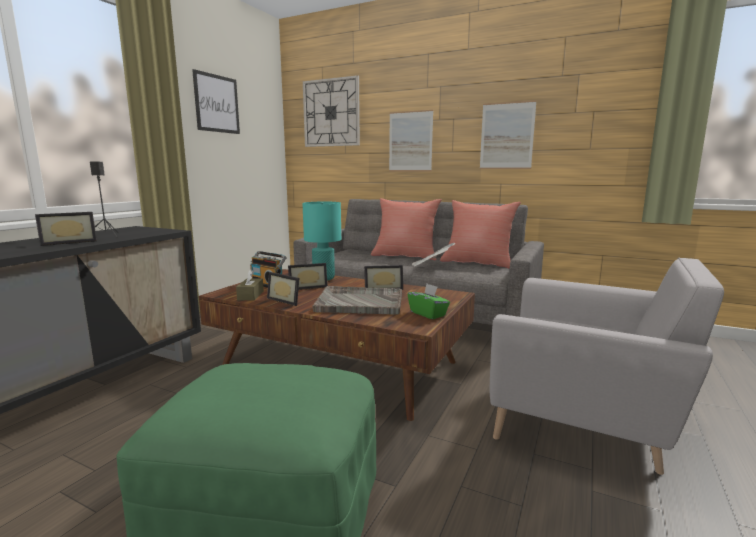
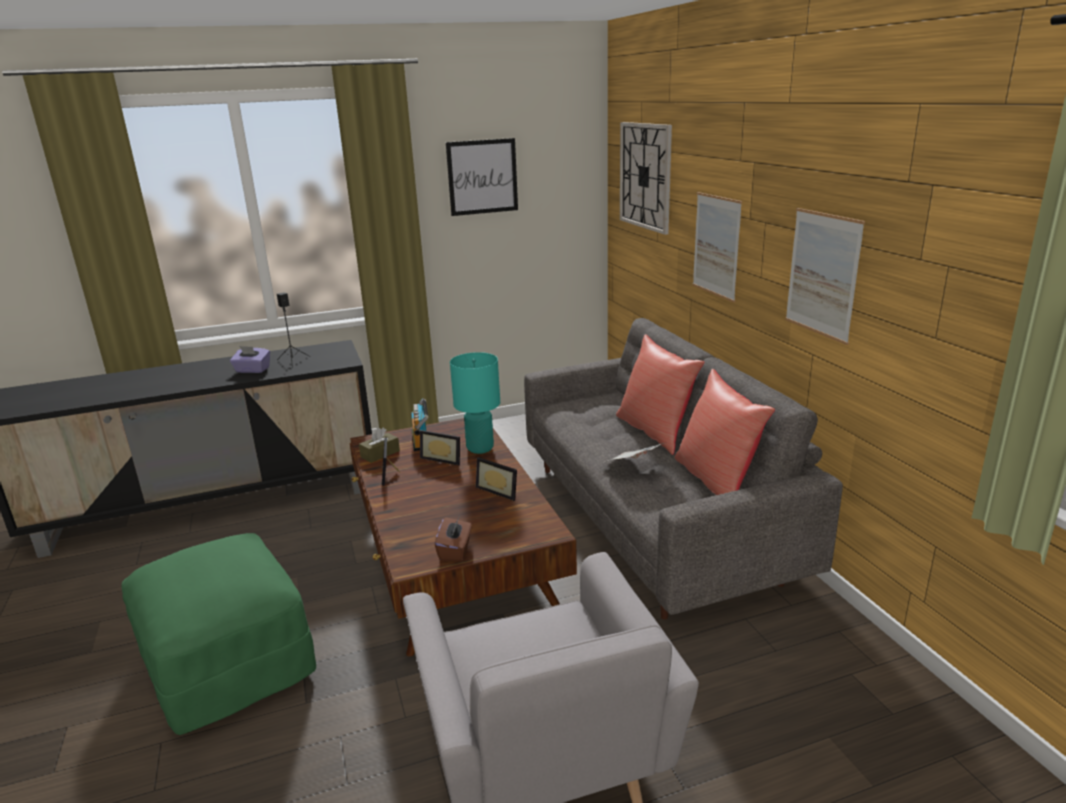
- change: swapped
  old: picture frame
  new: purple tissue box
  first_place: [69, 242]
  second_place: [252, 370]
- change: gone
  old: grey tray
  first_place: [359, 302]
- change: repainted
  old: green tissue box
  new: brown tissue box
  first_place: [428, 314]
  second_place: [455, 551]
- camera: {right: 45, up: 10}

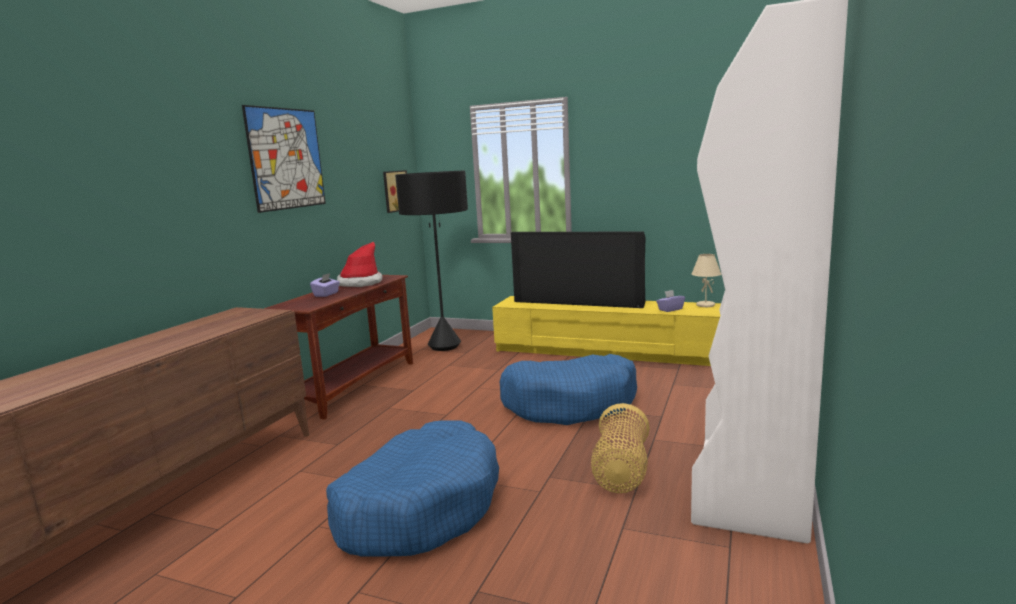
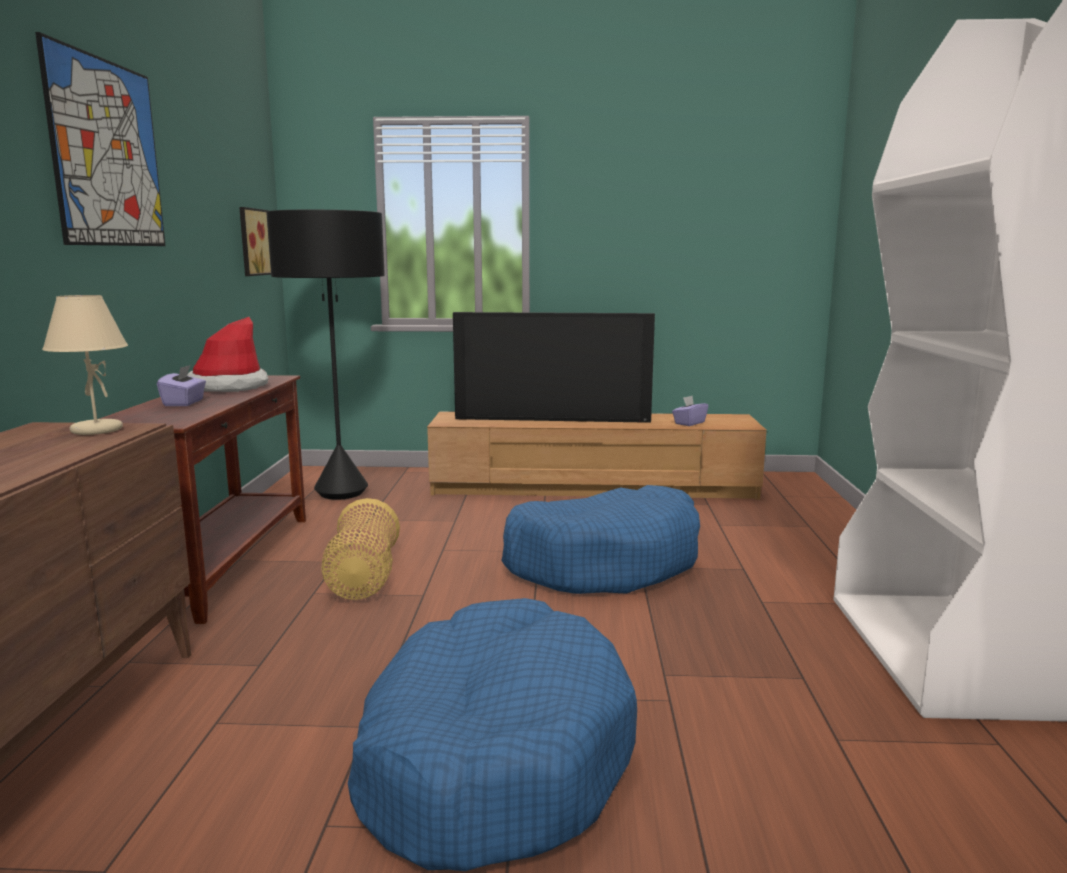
- change: repainted
  old: yellow tv stand
  new: brown tv stand
  first_place: [606, 351]
  second_place: [593, 487]
- change: shifted
  old: basket
  first_place: [621, 472]
  second_place: [363, 580]
- change: shifted
  old: beige table lamp
  first_place: [705, 305]
  second_place: [95, 430]
- camera: {right: -20, up: 0}

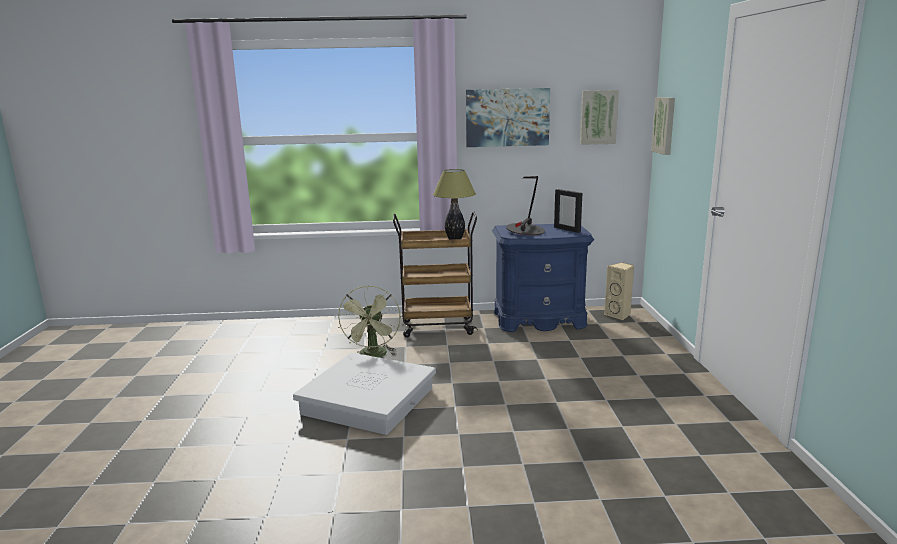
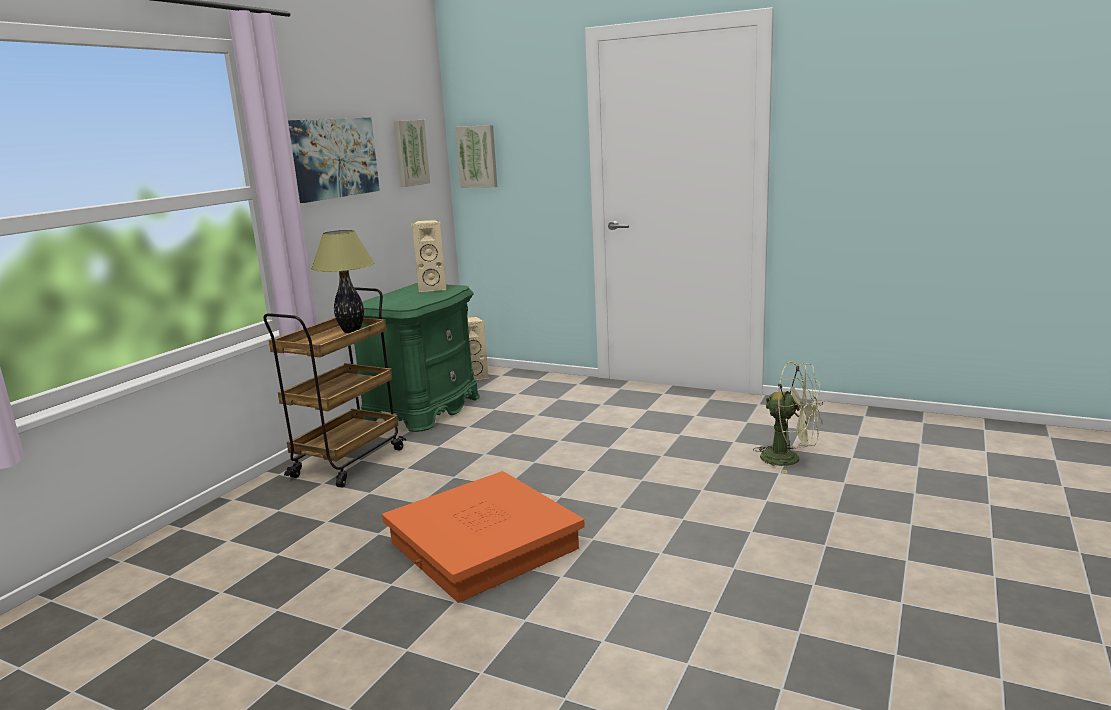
- change: repainted
  old: white storage box
  new: orange storage box
  first_place: [368, 400]
  second_place: [482, 545]
- change: shifted
  old: green fan
  first_place: [373, 356]
  second_place: [789, 459]
- change: repainted
  old: blue nightstand
  new: green nightstand
  first_place: [541, 320]
  second_place: [428, 409]
- change: gone
  old: table lamp
  first_place: [525, 231]
- change: swapped
  old: picture frame
  new: beige speaker
  first_place: [567, 229]
  second_place: [433, 288]
- camera: {right: -60, up: 0}

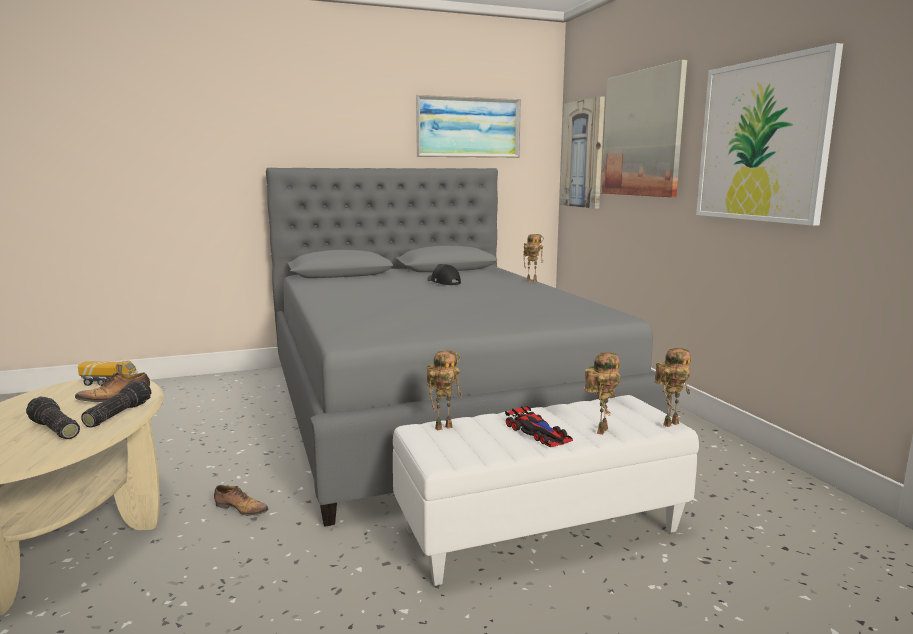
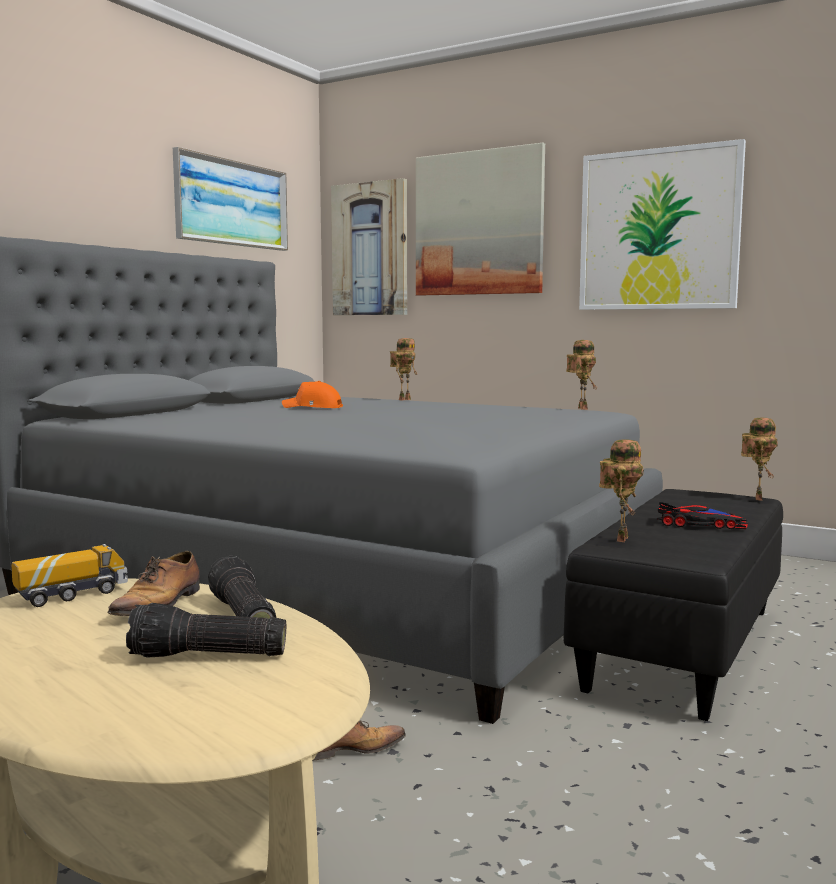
- change: repainted
  old: white ottoman
  new: black ottoman
  first_place: [540, 530]
  second_place: [680, 648]
- change: repainted
  old: black cap
  new: orange cap
  first_place: [443, 282]
  second_place: [312, 407]
- change: shifted
  old: toy robot
  first_place: [600, 430]
  second_place: [580, 408]
- camera: {right: -40, up: -5}

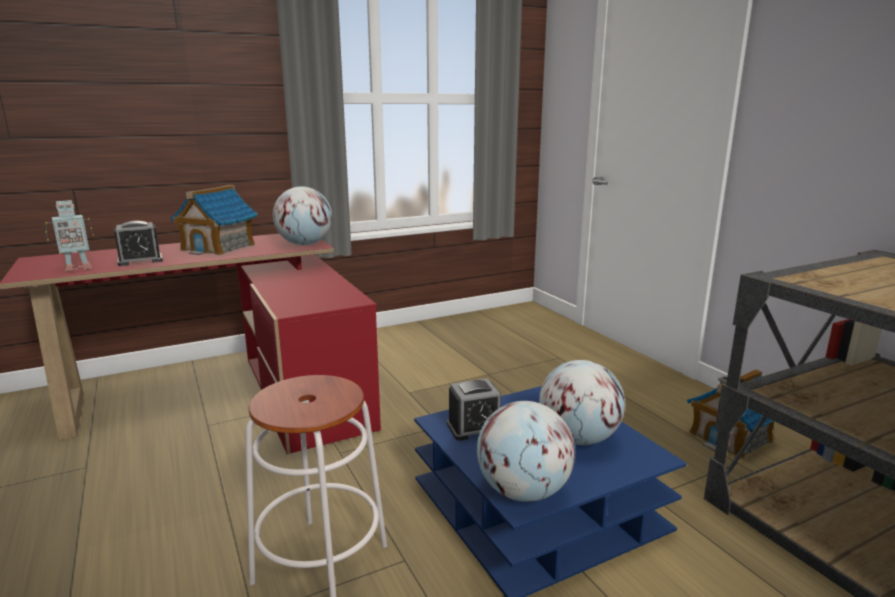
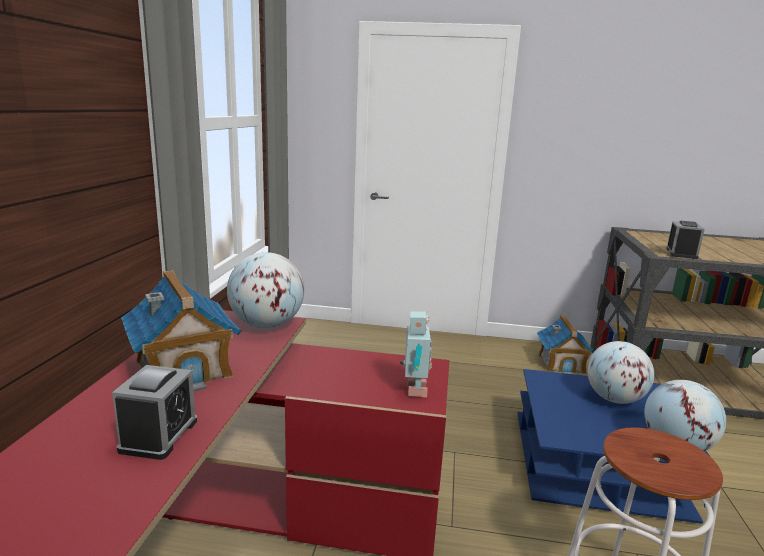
- change: shifted
  old: toy robot
  first_place: [77, 268]
  second_place: [414, 390]
- change: shifted
  old: alarm clock
  first_place: [474, 428]
  second_place: [681, 253]
- camera: {right: -55, up: 0}

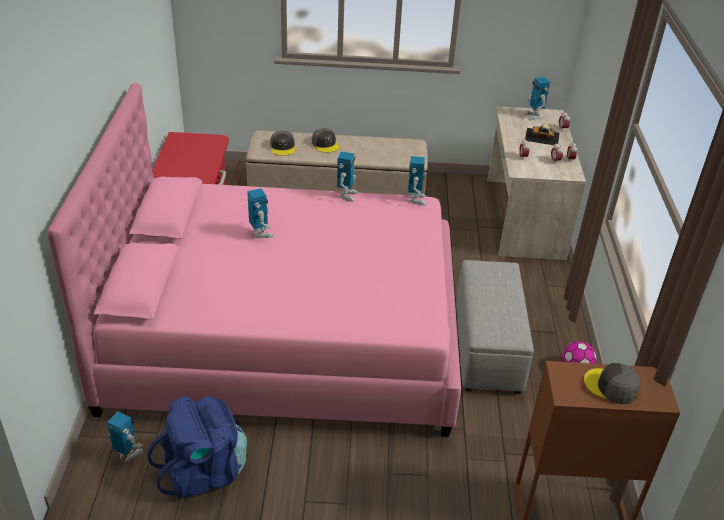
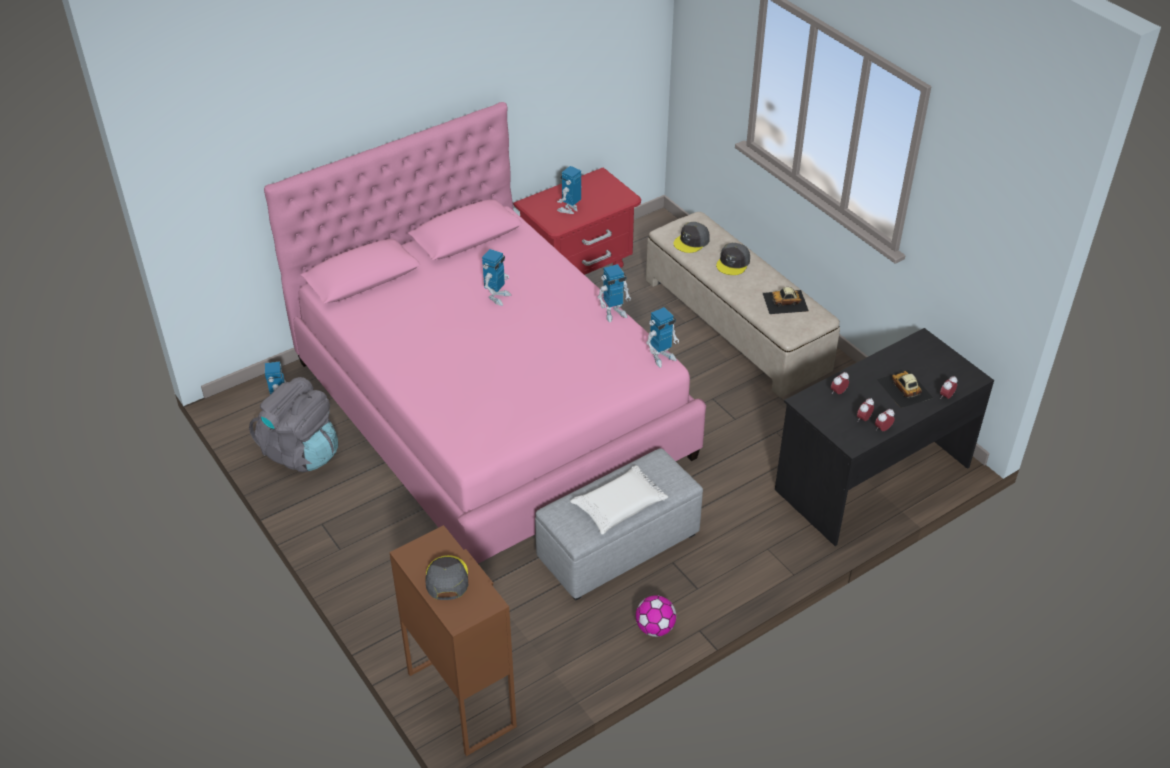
- change: repainted
  old: blue backpack
  new: grey backpack
  first_place: [204, 472]
  second_place: [301, 452]
- change: repainted
  old: beige desk
  new: black desk
  first_place: [523, 217]
  second_place: [871, 477]
- change: shifted
  old: toy robot
  first_place: [533, 116]
  second_place: [569, 209]
- change: new
  new: white pillow
  second_place: [619, 504]
- change: new
  new: toy car
  second_place: [785, 302]
- camera: {right: 55, up: 5}

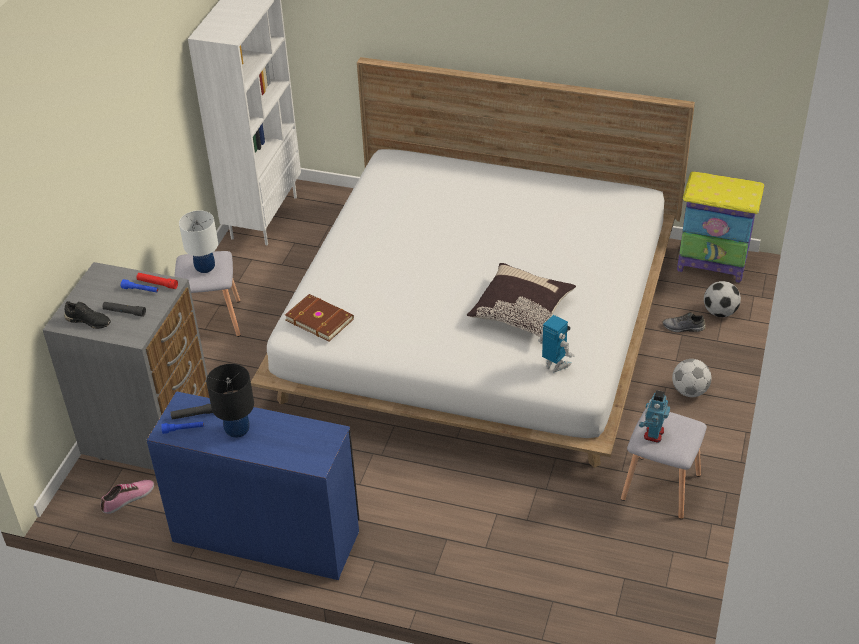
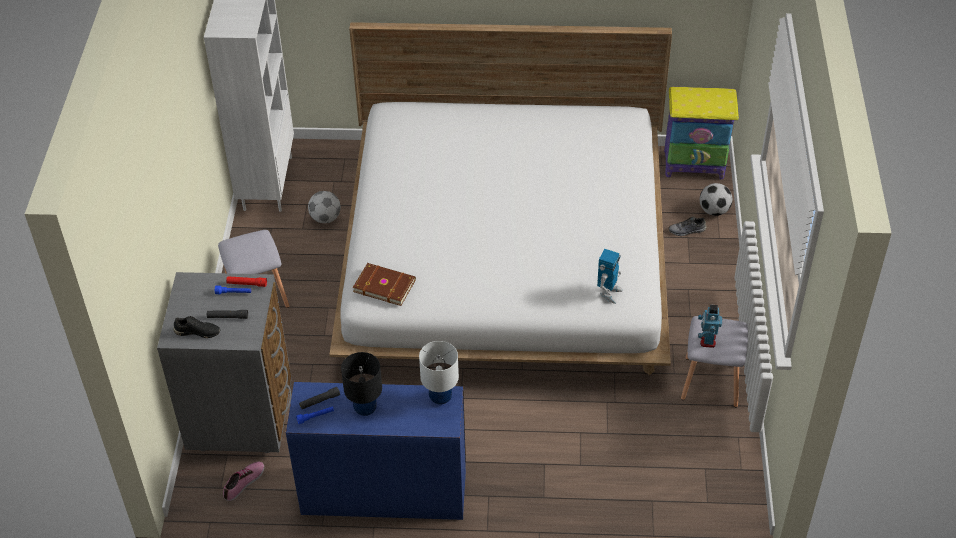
- change: shifted
  old: white table lamp
  first_place: [204, 269]
  second_place: [439, 398]
- change: gone
  old: pillow
  first_place: [521, 311]
- change: rotated
  old: toy robot
  first_place: [555, 365]
  second_place: [608, 293]
  degrees: 90
- change: shifted
  old: football
  first_place: [690, 391]
  second_place: [325, 218]
- camera: {right: -15, up: 5}

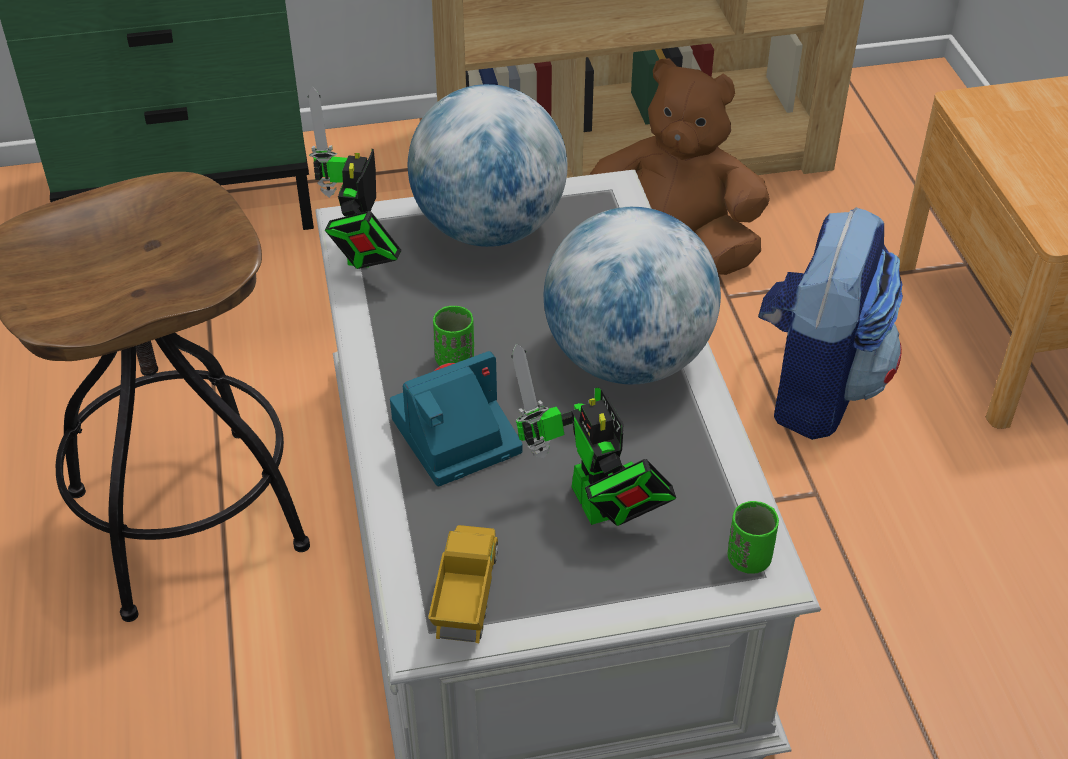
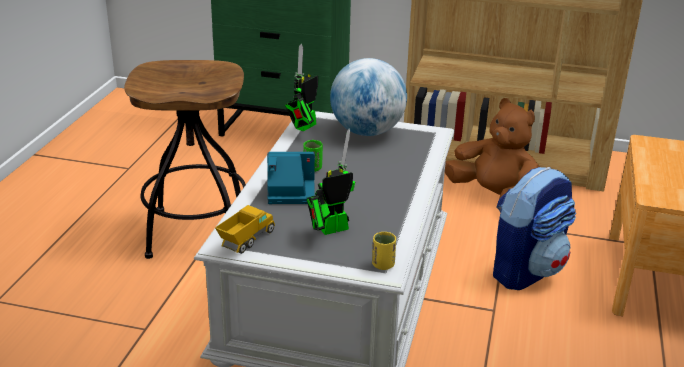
- change: rotated
  old: toy robot
  first_place: [597, 509]
  second_place: [329, 230]
  degrees: 60
- change: gone
  old: globe
  first_place: [627, 360]
- change: repainted
  old: green cup
  new: yellow cup
  first_place: [749, 559]
  second_place: [383, 265]
- camera: {right: 25, up: -15}

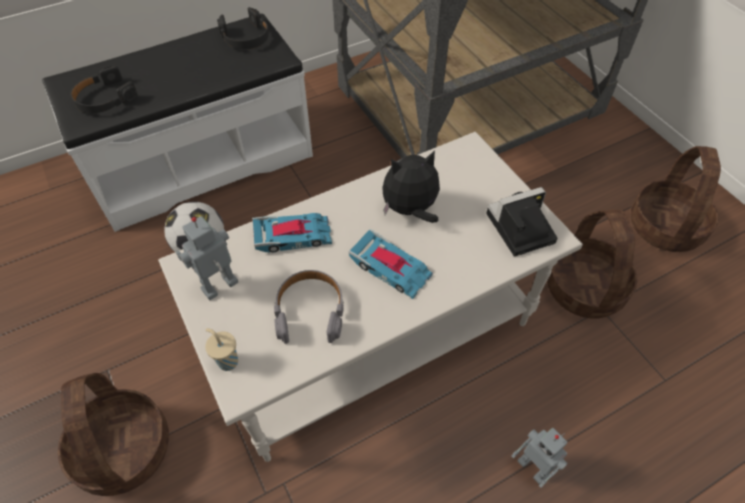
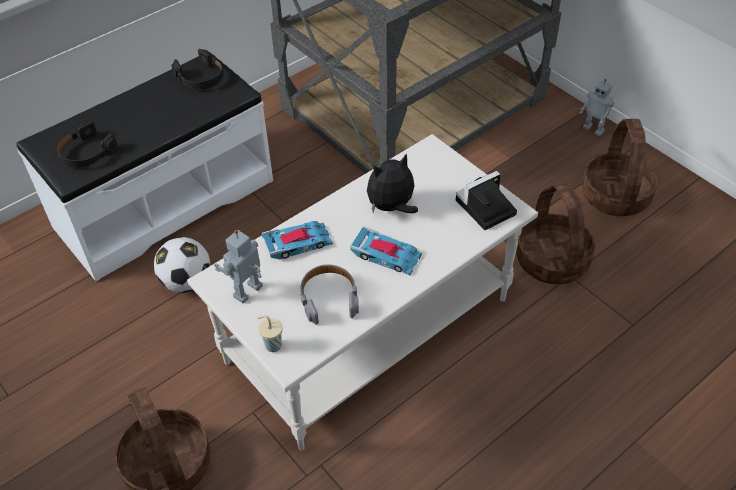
- change: shifted
  old: toy robot
  first_place: [534, 467]
  second_place: [594, 129]
- camera: {right: -10, up: -5}

